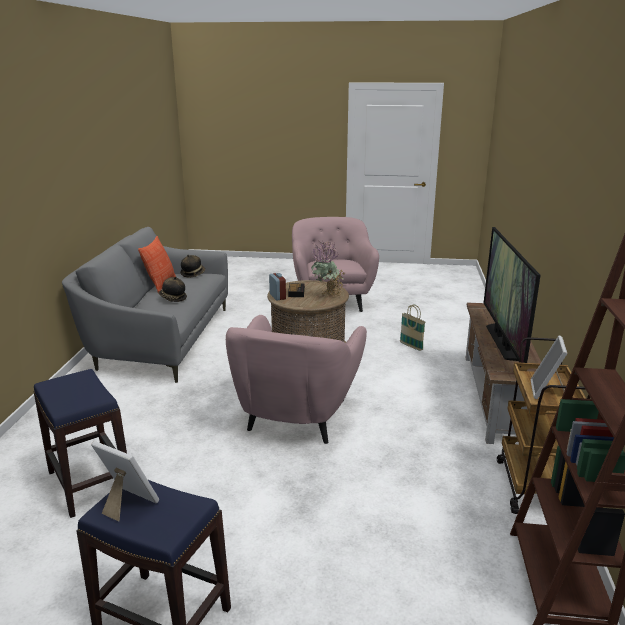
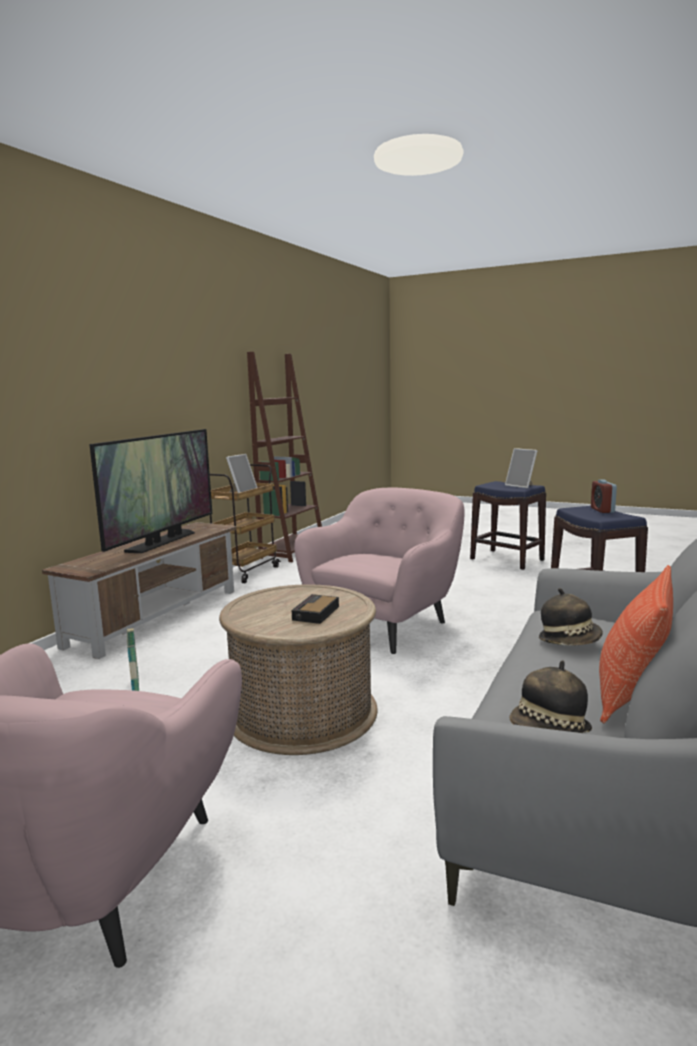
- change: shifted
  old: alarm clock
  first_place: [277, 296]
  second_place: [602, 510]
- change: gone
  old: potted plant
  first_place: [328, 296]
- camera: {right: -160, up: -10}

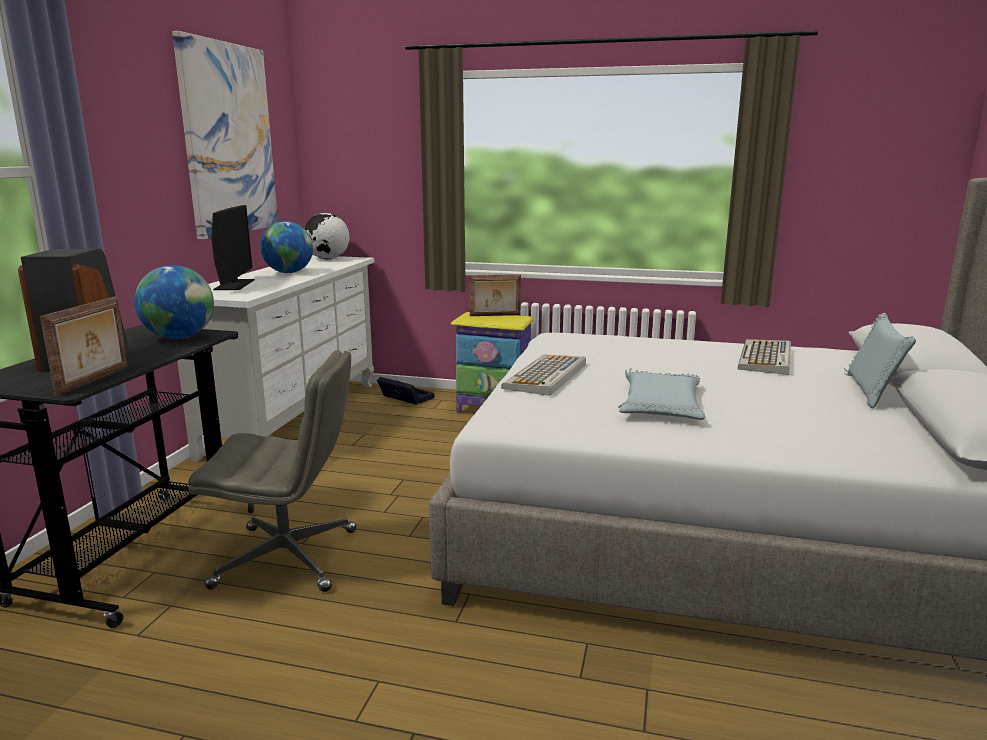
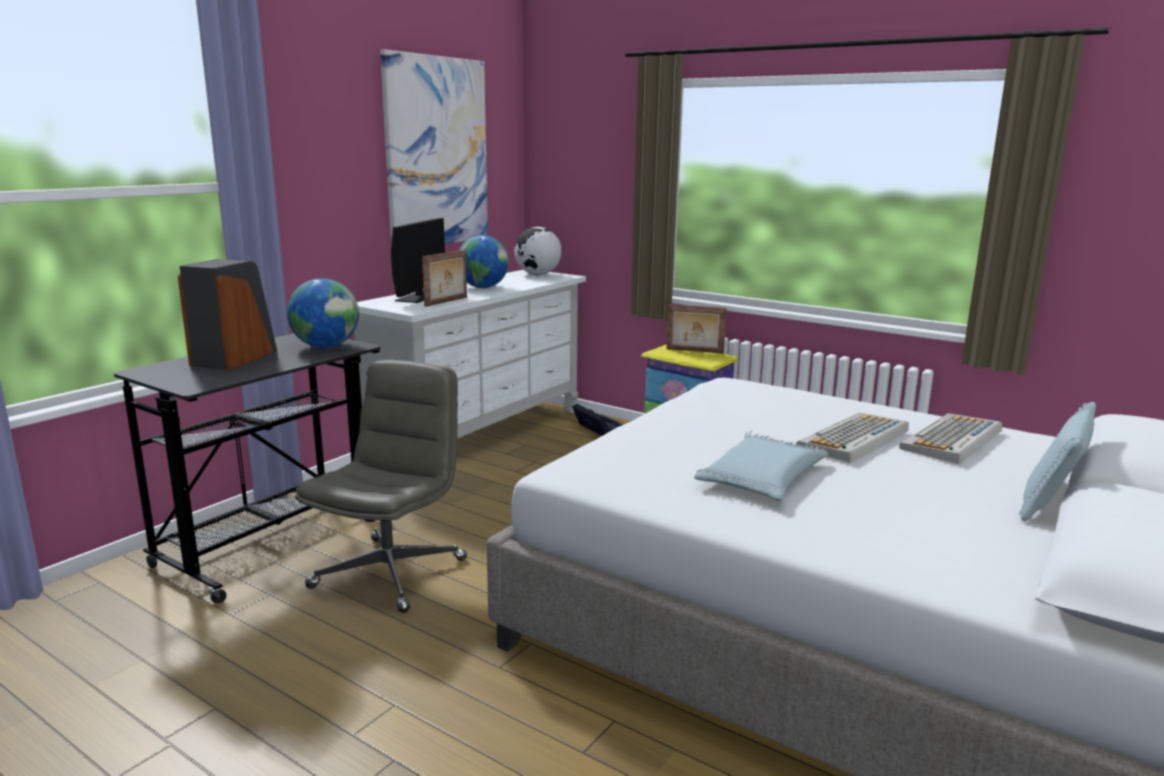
- change: shifted
  old: picture frame
  first_place: [95, 380]
  second_place: [447, 302]
- change: rotated
  old: grey office chair
  first_place: [288, 558]
  second_place: [390, 572]
  degrees: -90
- change: shifted
  old: keyboard
  first_place: [546, 376]
  second_place: [854, 439]
- camera: {right: 20, up: 0}

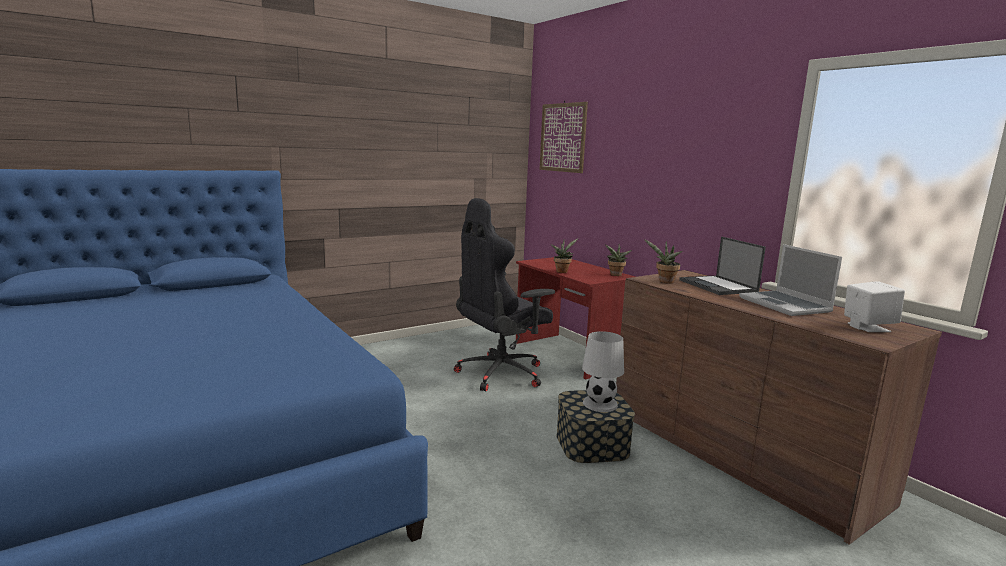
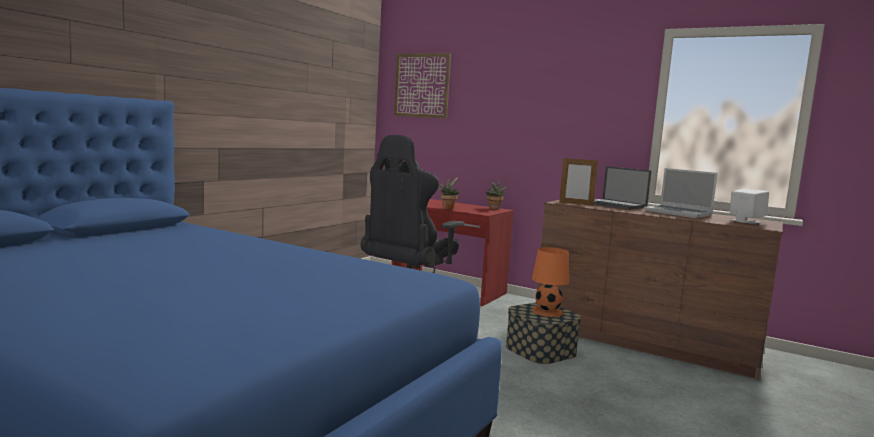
- change: repainted
  old: white table lamp
  new: orange table lamp
  first_place: [599, 404]
  second_place: [547, 311]
- change: swapped
  old: potted plant
  new: picture frame
  first_place: [664, 282]
  second_place: [576, 204]
- camera: {right: -25, up: -5}

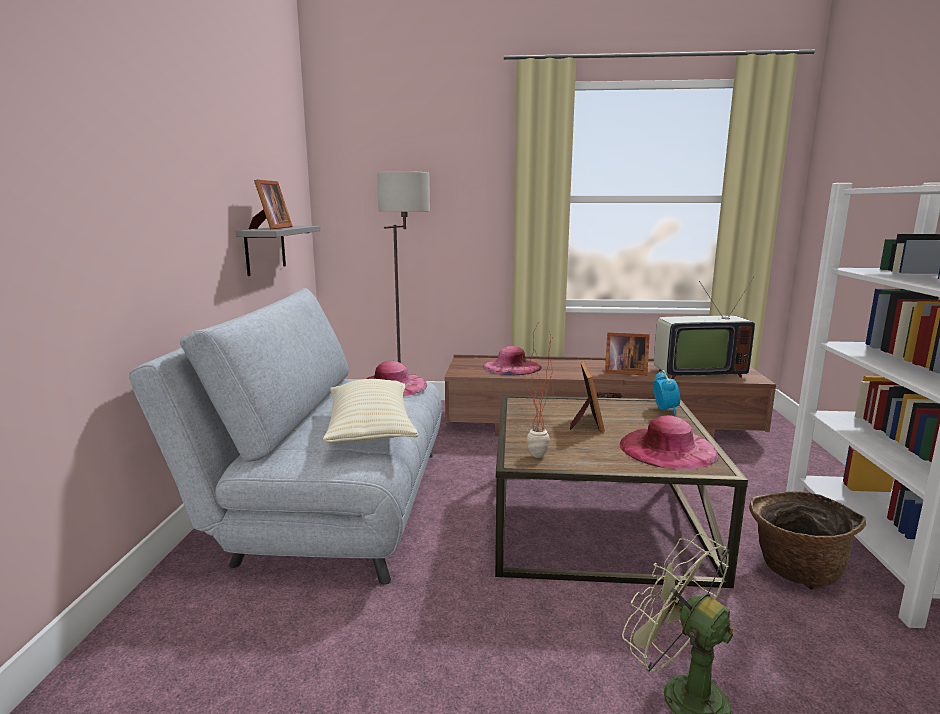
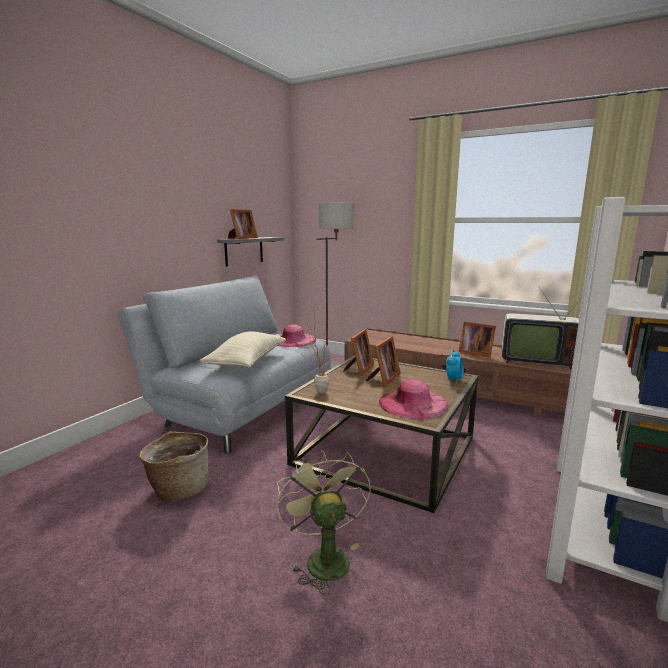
- change: gone
  old: pink hat
  first_place: [512, 367]
- change: shifted
  old: basket
  first_place: [795, 570]
  second_place: [179, 488]
- change: new
  new: picture frame
  second_place: [359, 369]
- camera: {right: 25, up: 0}

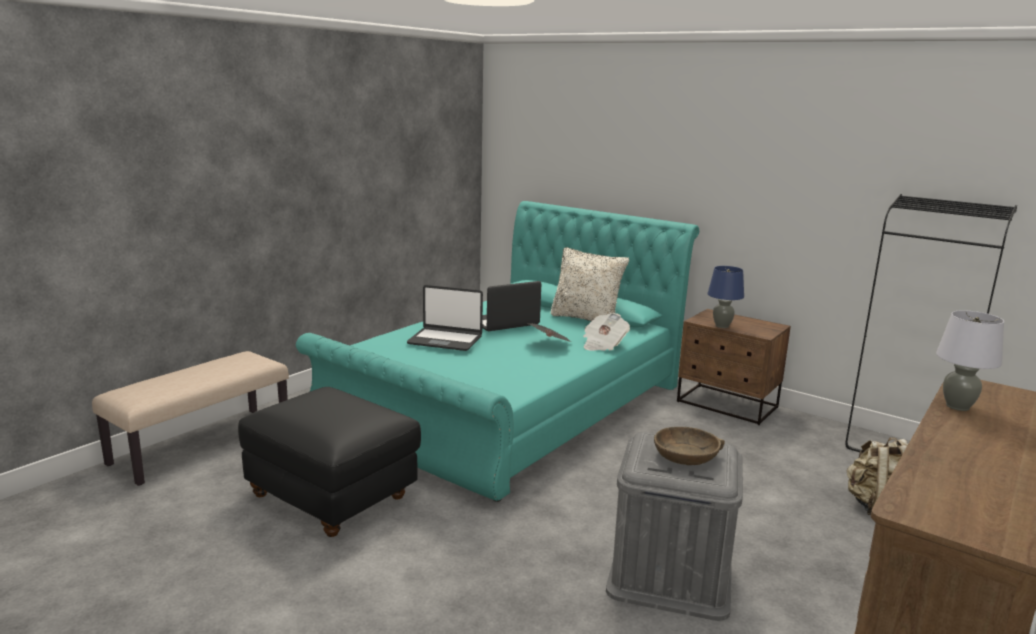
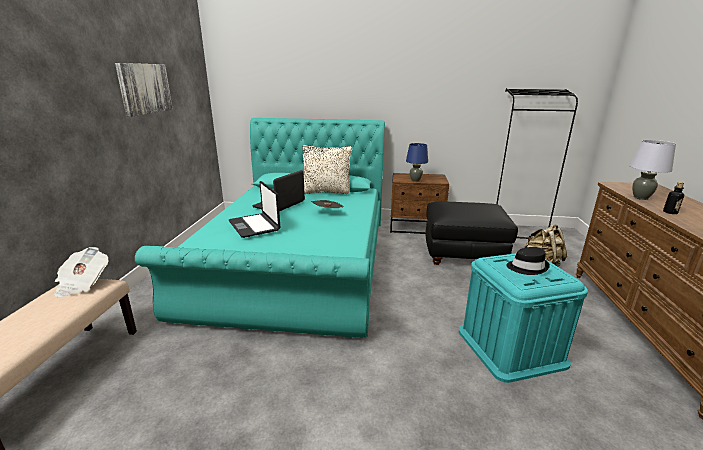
- change: shifted
  old: black ottoman
  first_place: [333, 495]
  second_place: [464, 254]
- change: rotated
  old: laptop
  first_place: [445, 340]
  second_place: [254, 226]
  degrees: 75
- change: shifted
  old: newspaper
  first_place: [603, 345]
  second_place: [82, 284]
- change: repainted
  old: grey storage box
  new: turquoise storage box
  first_place: [670, 573]
  second_place: [510, 347]
- change: swapped
  old: brown bowl
  new: black hat
  first_place: [686, 455]
  second_place: [527, 267]
- change: new
  new: picture
  second_place: [144, 88]
- change: new
  new: bottle
  second_place: [670, 212]
- camera: {right: -30, up: 5}

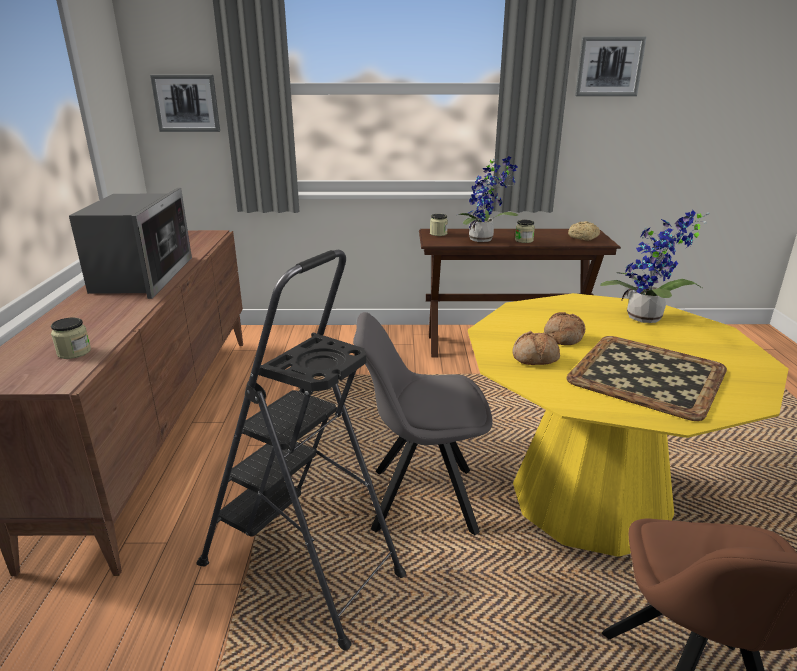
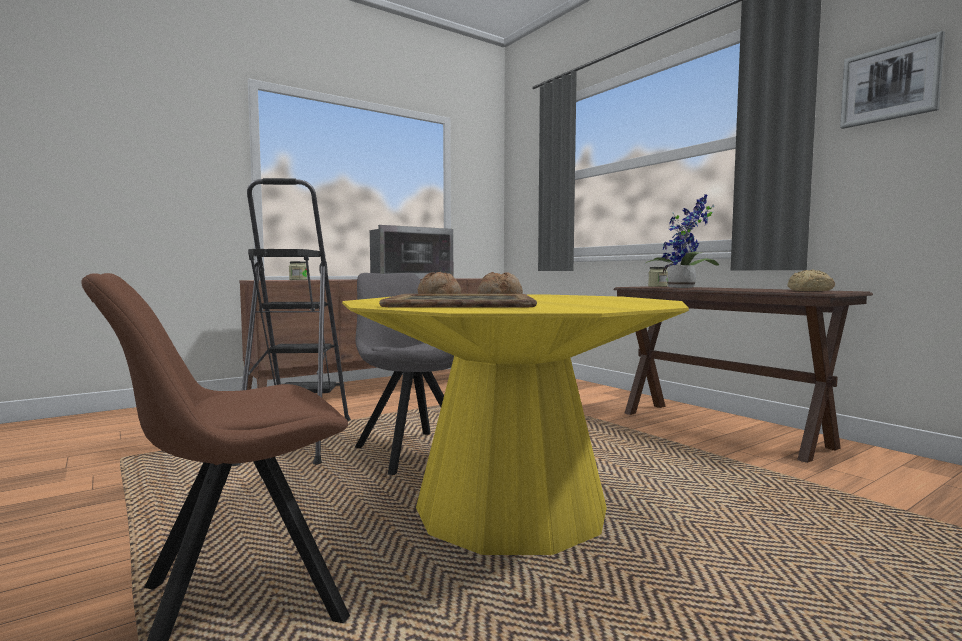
- change: gone
  old: picture
  first_place: [186, 103]
- change: gone
  old: jar
  first_place: [524, 240]
- change: gone
  old: potted plant
  first_place: [647, 319]
- camera: {right: 55, up: -20}

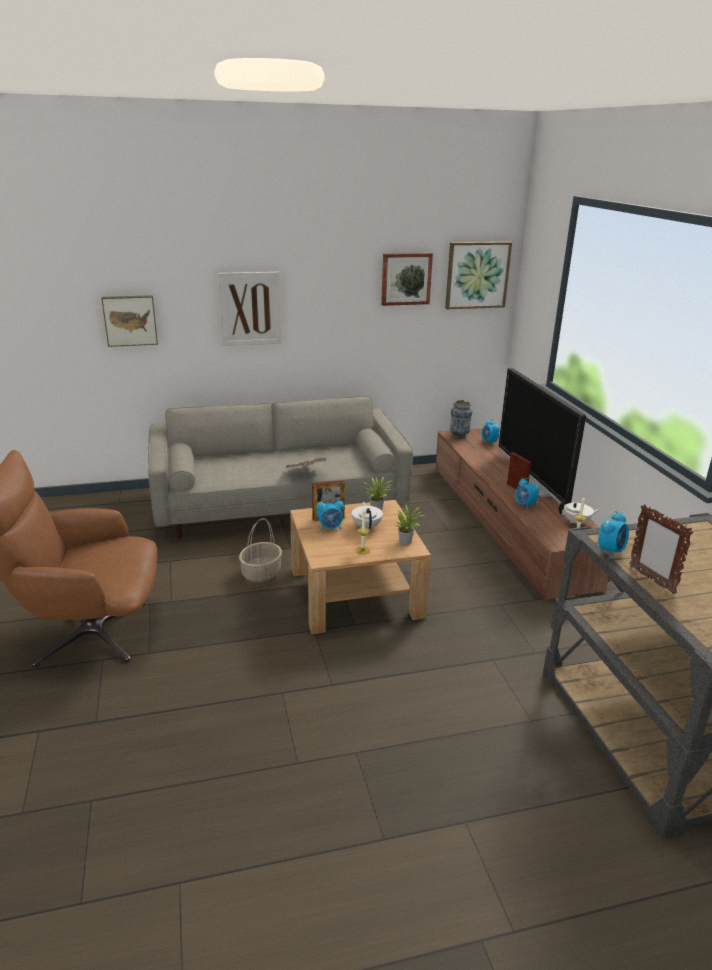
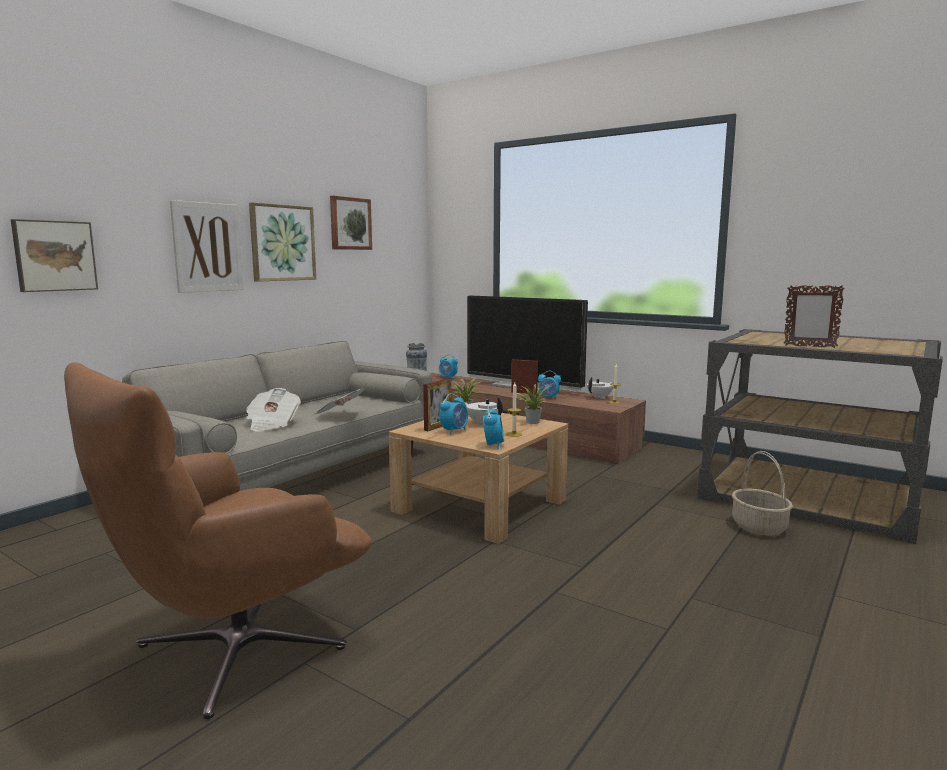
- change: shifted
  old: basket
  first_place: [261, 573]
  second_place: [759, 527]
- change: shifted
  old: picture
  first_place: [477, 275]
  second_place: [282, 243]
- change: shifted
  old: alarm clock
  first_place: [610, 551]
  second_place: [493, 445]
- change: new
  new: newspaper
  second_place: [272, 424]
- camera: {right: -40, up: -15}

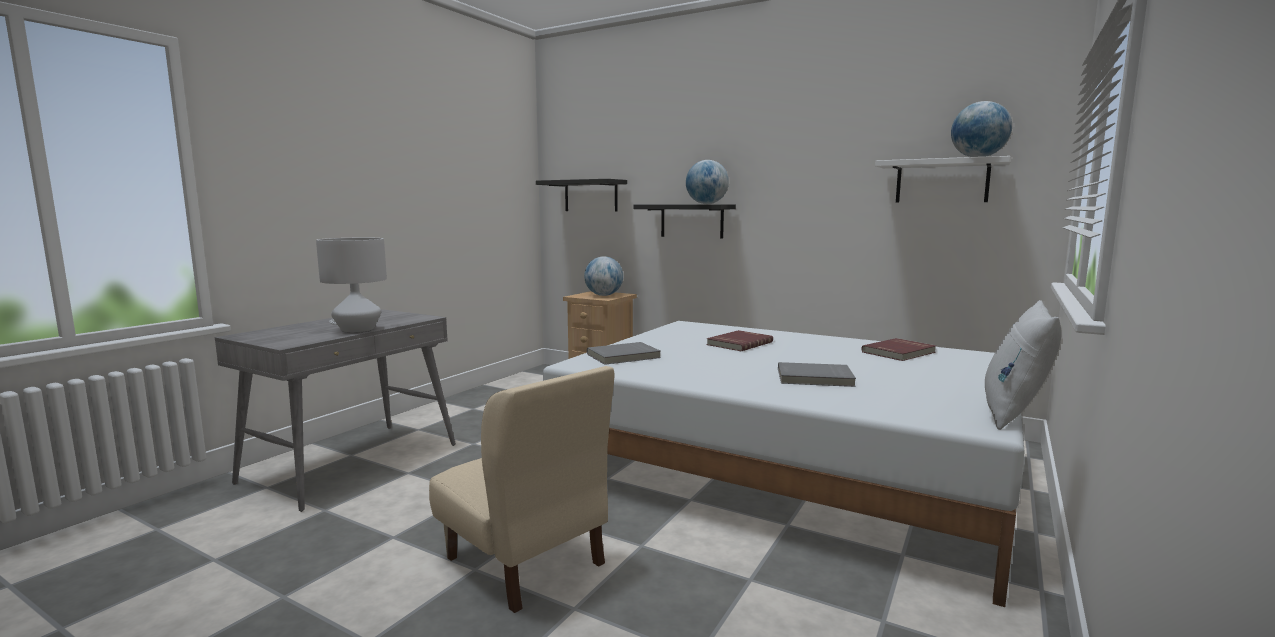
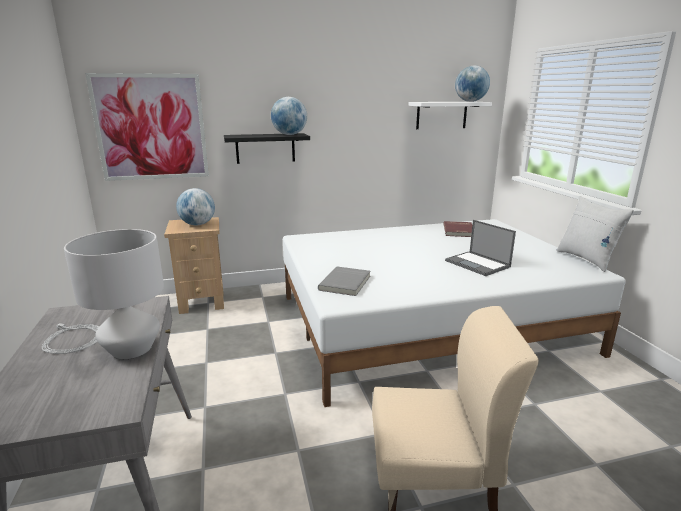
- change: swapped
  old: black shelf
  new: picture
  first_place: [591, 196]
  second_place: [151, 127]
- change: gone
  old: red book
  first_place: [738, 343]
- change: swapped
  old: grey book
  new: laptop
  first_place: [814, 378]
  second_place: [478, 264]
- camera: {right: -45, up: 10}

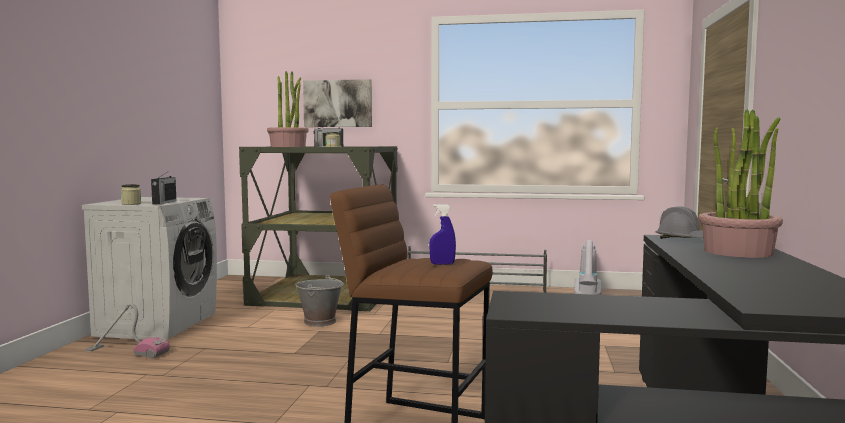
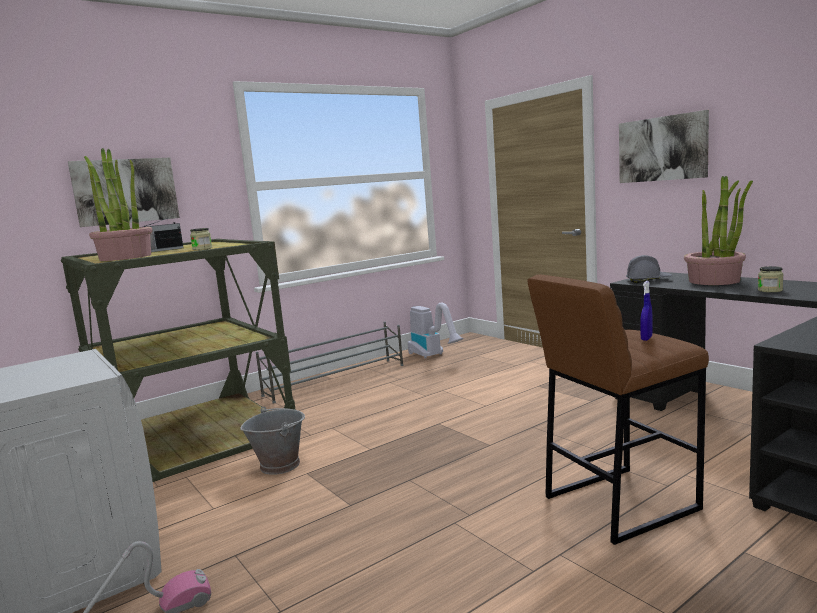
- change: shifted
  old: jar
  first_place: [131, 204]
  second_place: [770, 290]
- change: gone
  old: radio
  first_place: [164, 202]
- change: new
  new: picture
  second_place: [662, 149]
- camera: {right: -45, up: 5}

